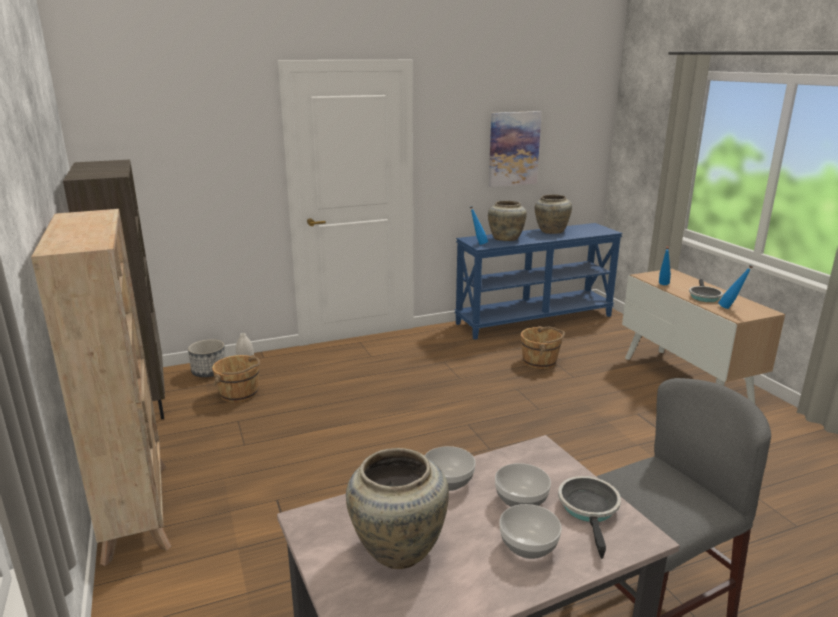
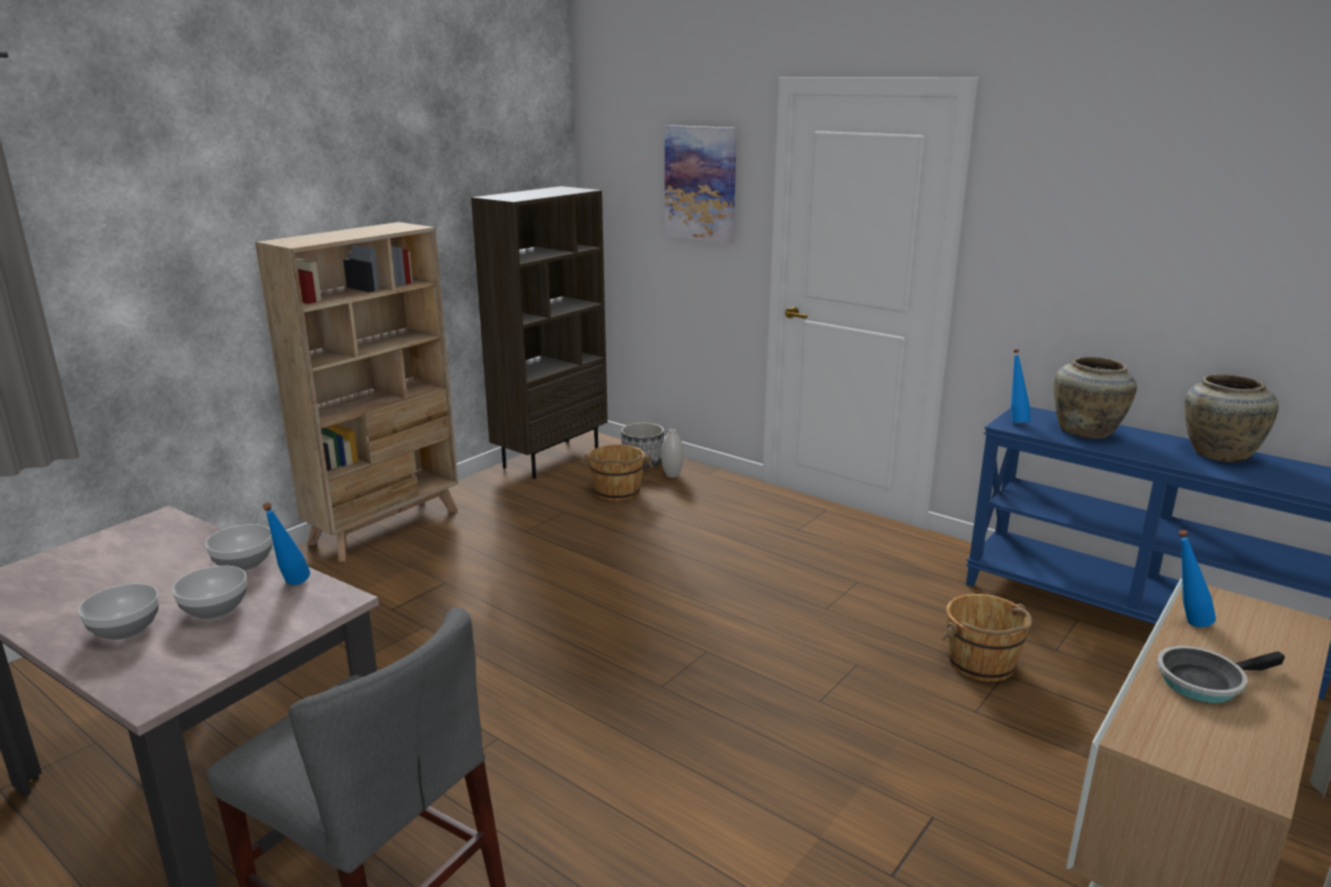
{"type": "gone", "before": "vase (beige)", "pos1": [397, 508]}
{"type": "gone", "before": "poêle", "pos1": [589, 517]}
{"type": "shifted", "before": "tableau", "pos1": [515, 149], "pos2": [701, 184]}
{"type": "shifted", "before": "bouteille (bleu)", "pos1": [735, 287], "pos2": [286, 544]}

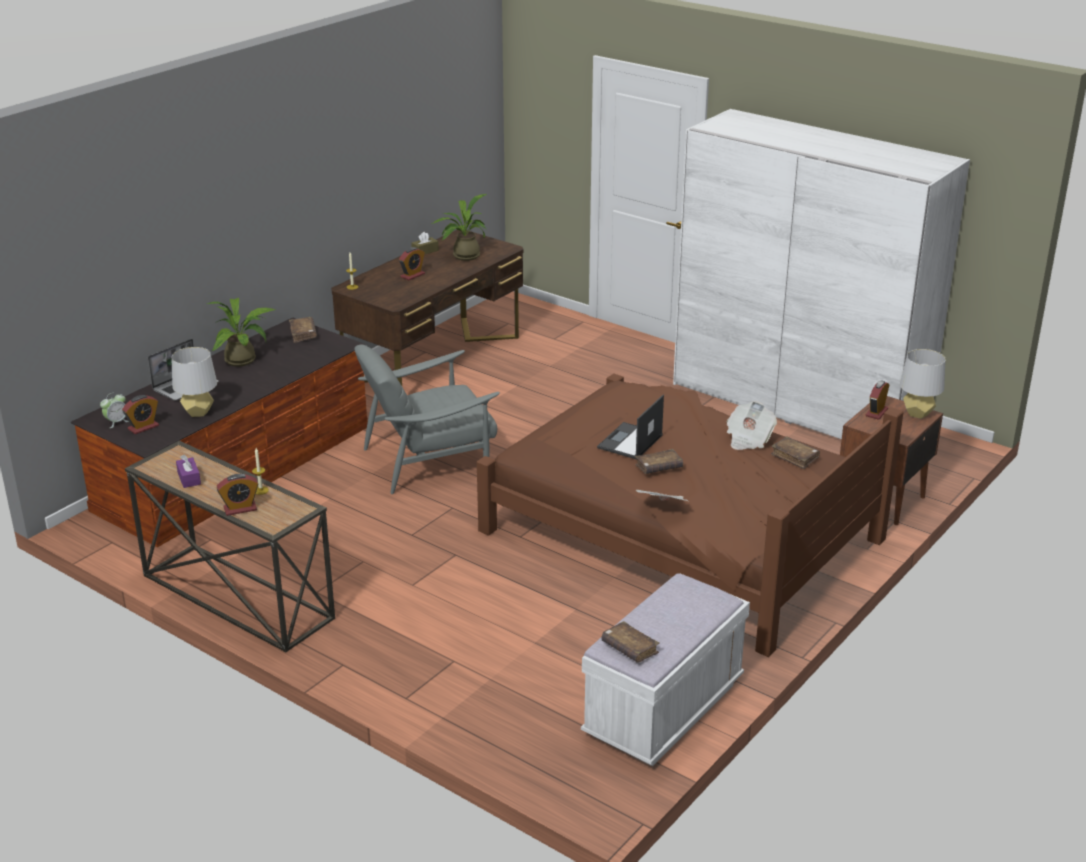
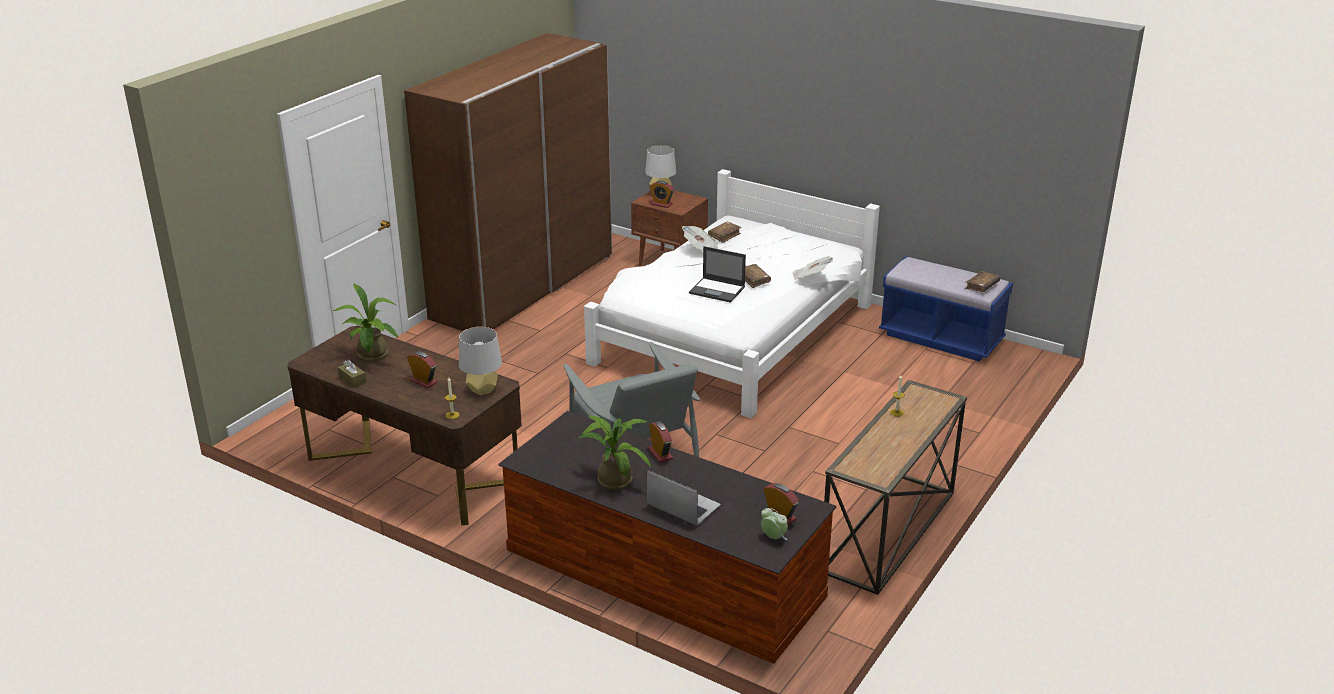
{"type": "gone", "before": "boîte à mouchoirs (violet)", "pos1": [188, 471]}
{"type": "gone", "before": "livre (marron)", "pos1": [303, 330]}
{"type": "shifted", "before": "lampe de table (gris)", "pos1": [194, 382], "pos2": [480, 361]}
{"type": "shifted", "before": "réveil", "pos1": [237, 495], "pos2": [660, 441]}
{"type": "repainted", "before": "lit (marron)", "after": "lit (blanc)", "pos1": [690, 515], "pos2": [732, 293]}
{"type": "repainted", "before": "banc (blanc)", "after": "banc (bleu)", "pos1": [665, 669], "pos2": [946, 308]}
{"type": "repainted", "before": "armoire (blanc)", "after": "armoire (marron)", "pos1": [821, 274], "pos2": [508, 182]}

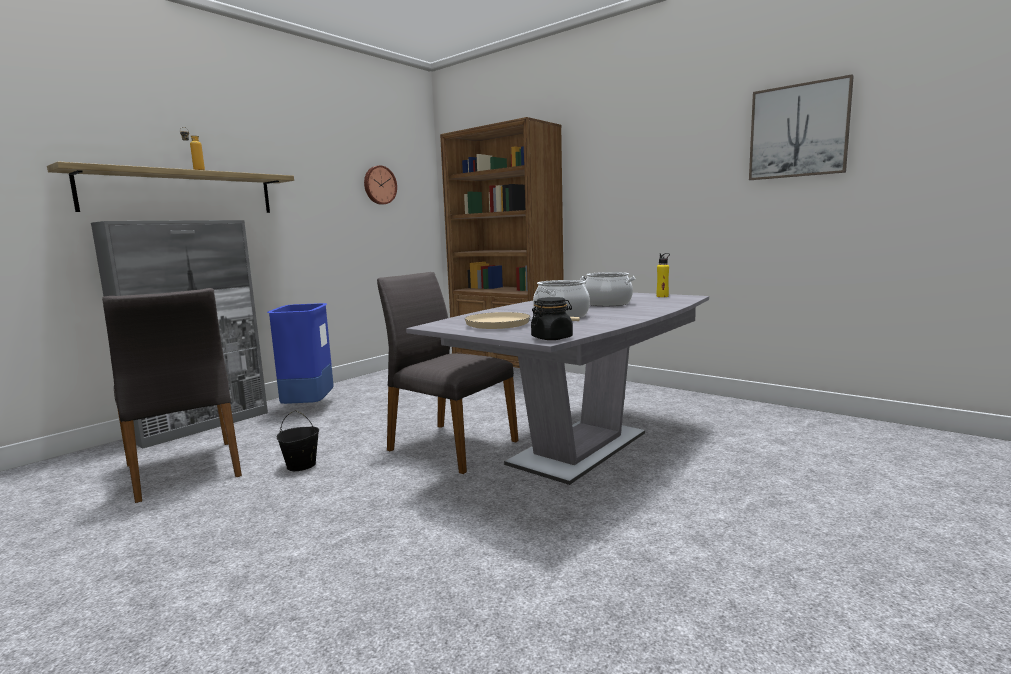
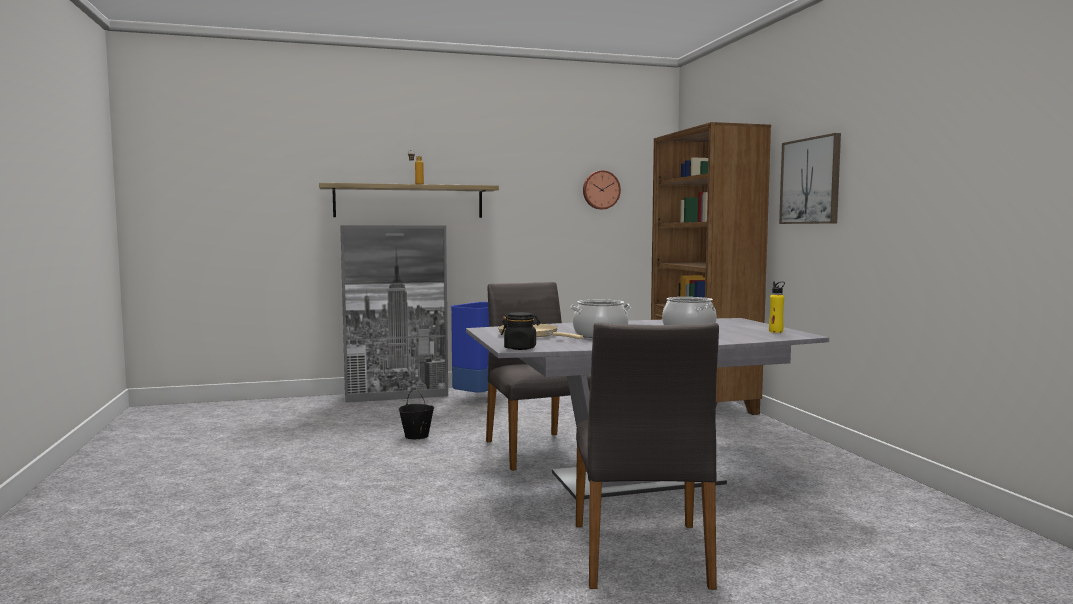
{"type": "shifted", "before": "chaise (gris)", "pos1": [172, 395], "pos2": [647, 456]}
{"type": "shifted", "before": "tableau", "pos1": [801, 127], "pos2": [810, 178]}

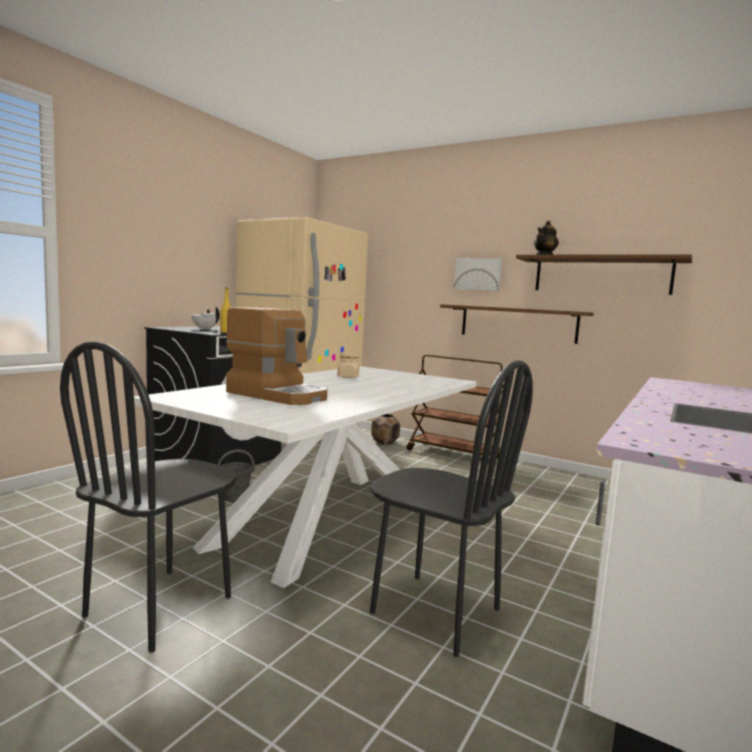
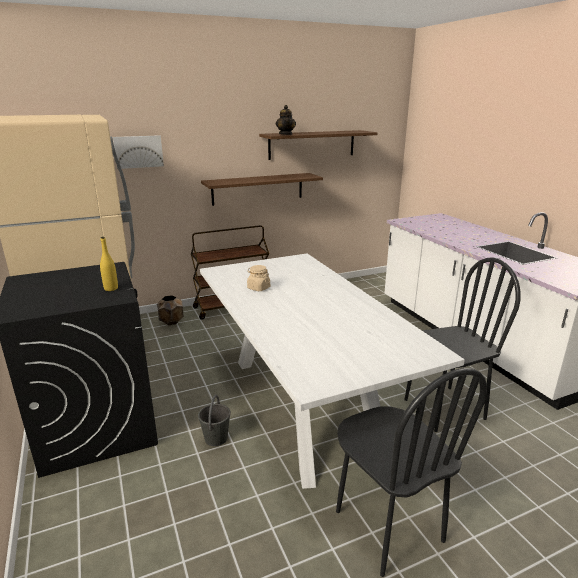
{"type": "gone", "before": "théière (blanc)", "pos1": [205, 318]}
{"type": "gone", "before": "machine à café", "pos1": [276, 356]}
{"type": "shifted", "before": "tableau", "pos1": [478, 274], "pos2": [138, 152]}

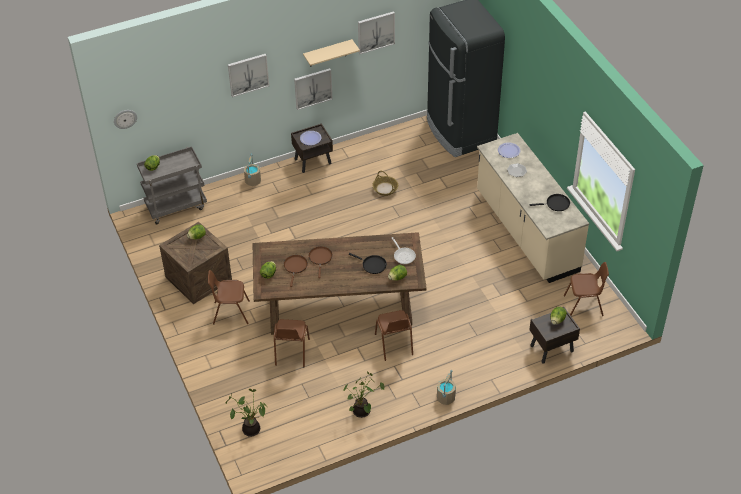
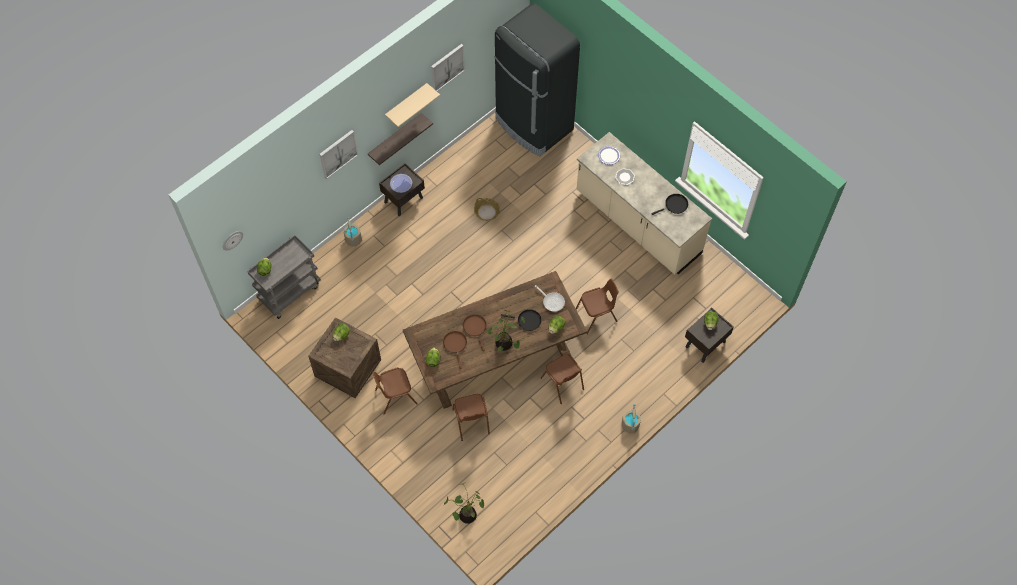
{"type": "shifted", "before": "plante en pot", "pos1": [363, 395], "pos2": [506, 330]}
{"type": "shifted", "before": "chaise (marron)", "pos1": [586, 289], "pos2": [597, 306]}
{"type": "swapped", "before": "tableau", "after": "étagère", "pos1": [313, 89], "pos2": [400, 139]}

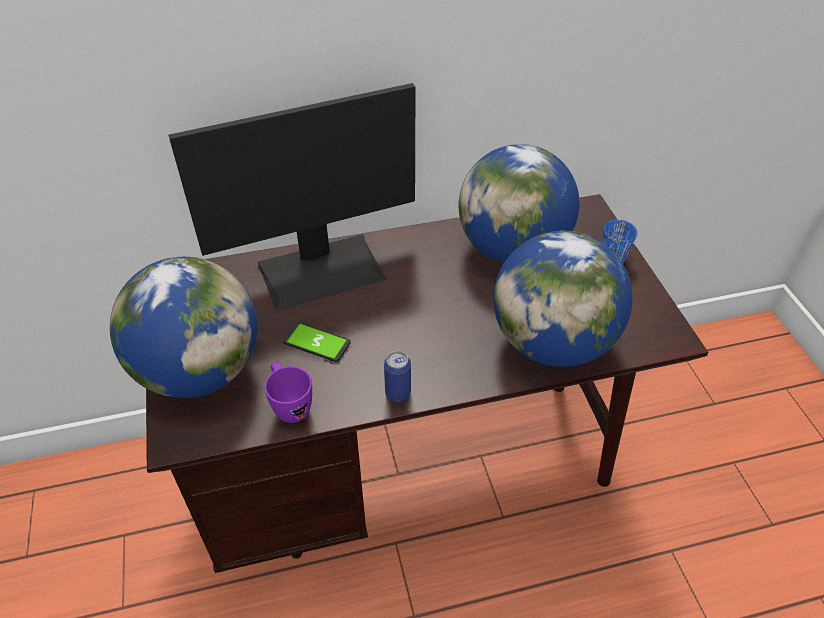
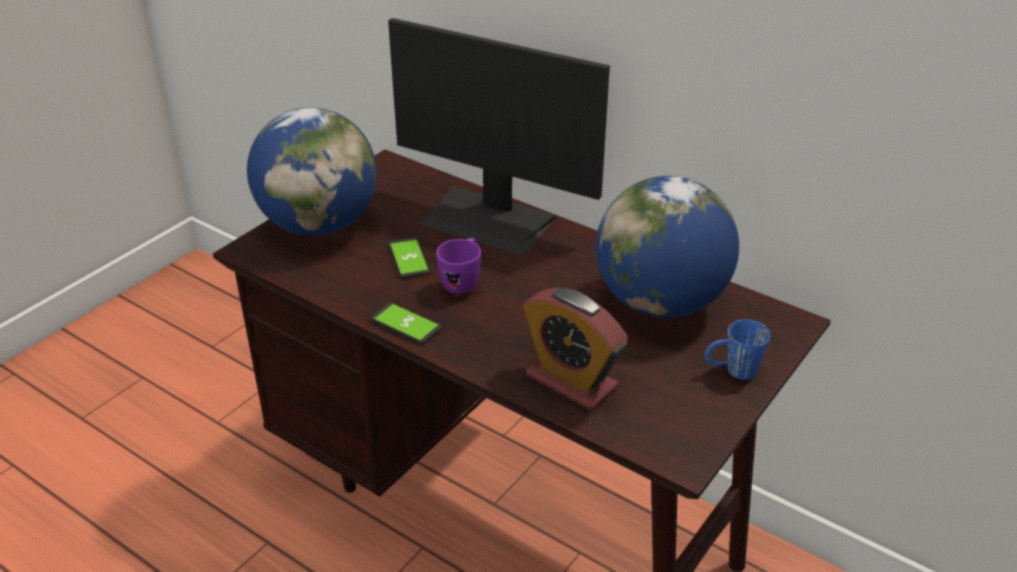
{"type": "shifted", "before": "mug (violet)", "pos1": [288, 392], "pos2": [458, 266]}
{"type": "swapped", "before": "boîte métallique", "after": "téléphone", "pos1": [397, 376], "pos2": [406, 323]}
{"type": "swapped", "before": "globe", "after": "réveil", "pos1": [563, 299], "pos2": [575, 349]}

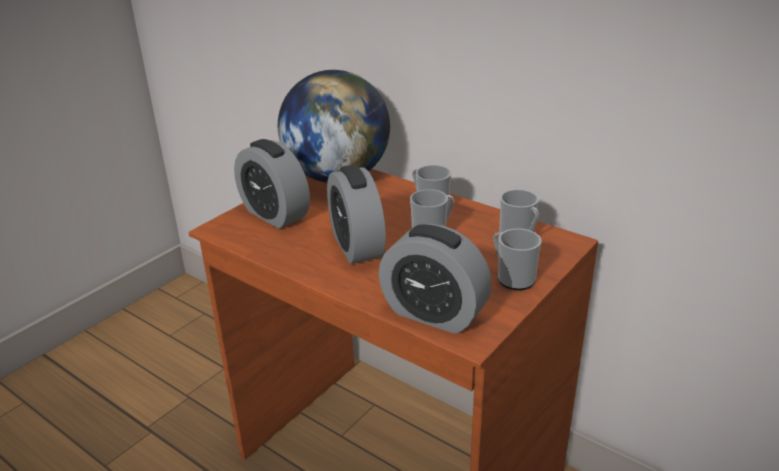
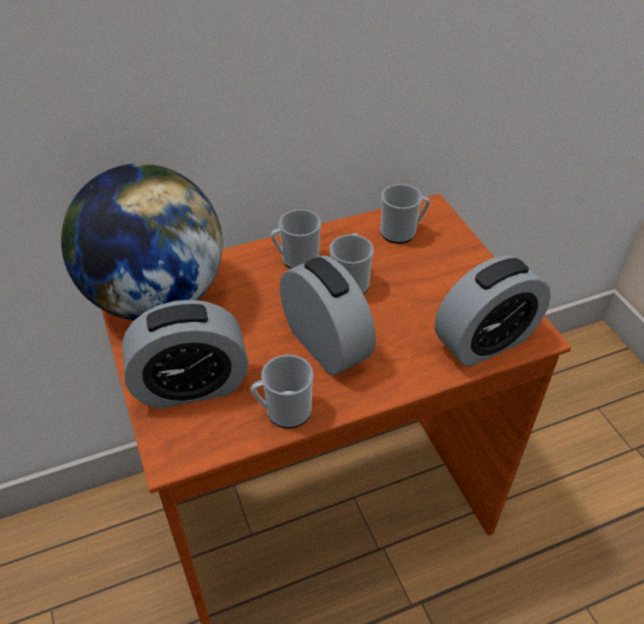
{"type": "shifted", "before": "mug", "pos1": [517, 259], "pos2": [282, 391]}
{"type": "rotated", "before": "réveil", "pos1": [356, 214], "pos2": [328, 315], "turn": -135}

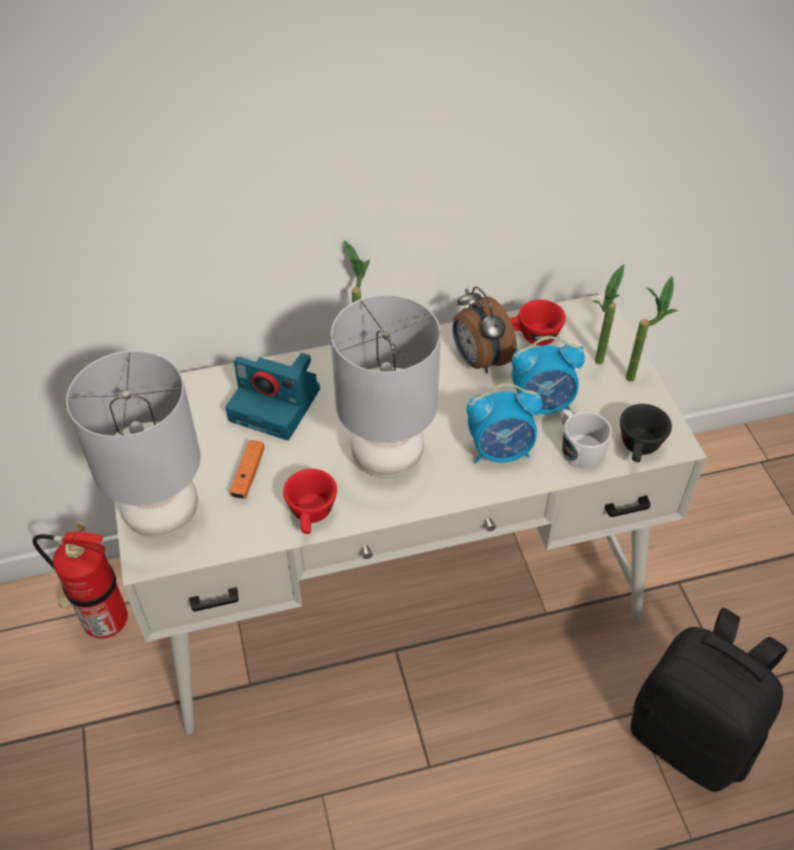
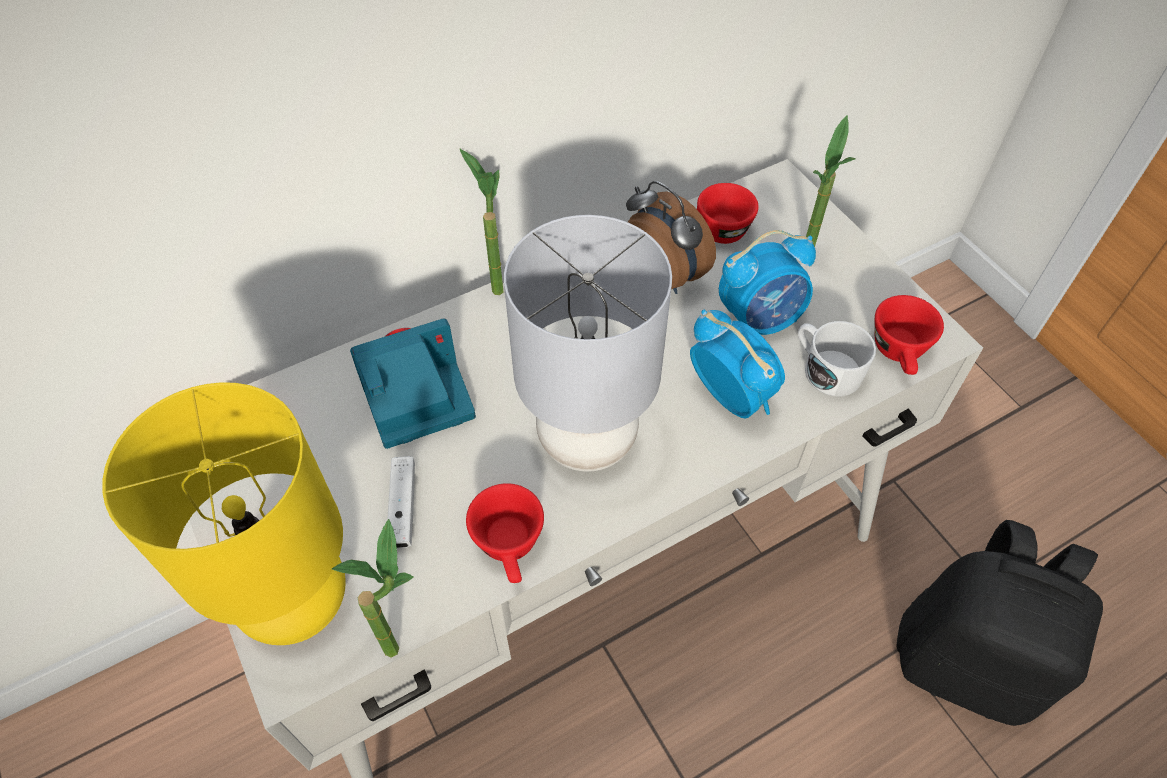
{"type": "gone", "before": "extincteur", "pos1": [80, 581]}
{"type": "shifted", "before": "plante en pot", "pos1": [652, 329], "pos2": [373, 588]}
{"type": "repainted", "before": "lampe de table (gris)", "after": "lampe de table (jaune)", "pos1": [133, 444], "pos2": [224, 513]}
{"type": "repainted", "before": "manette (orange)", "after": "manette (blanc)", "pos1": [247, 469], "pos2": [401, 502]}
{"type": "repainted", "before": "tasse (noir)", "after": "tasse (rouge)", "pos1": [646, 433], "pos2": [909, 335]}
{"type": "rotated", "before": "appareil photo", "pos1": [272, 396], "pos2": [413, 384], "turn": 150}
{"type": "rotated", "before": "réveil", "pos1": [505, 423], "pos2": [737, 364], "turn": -105}

